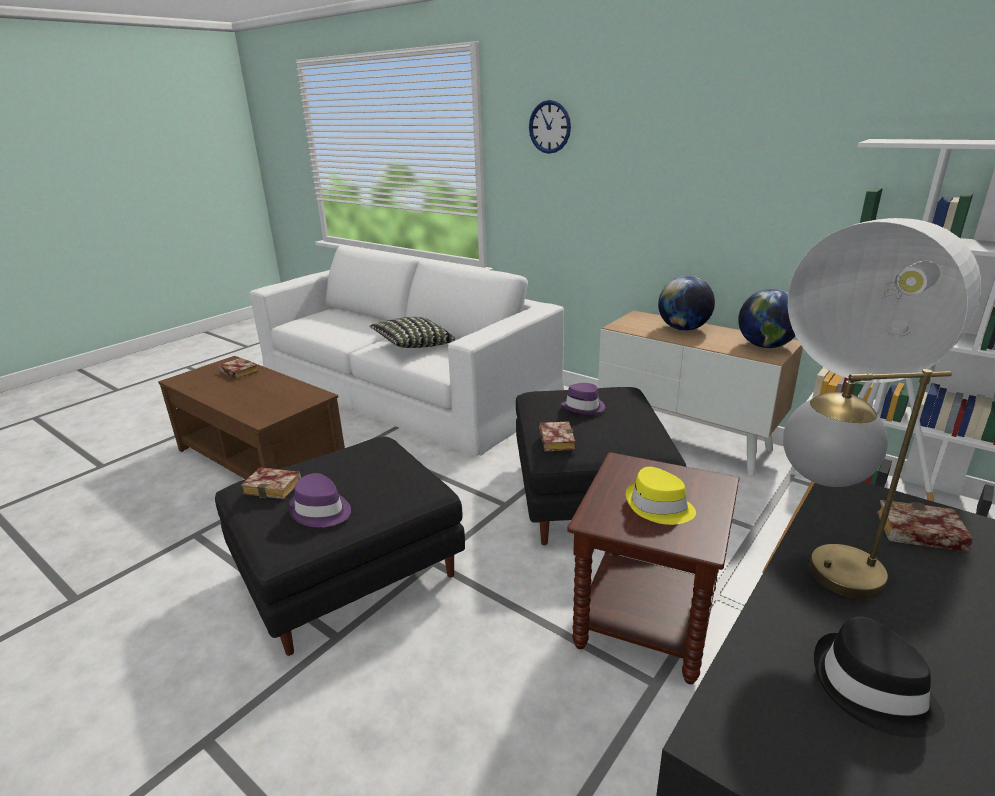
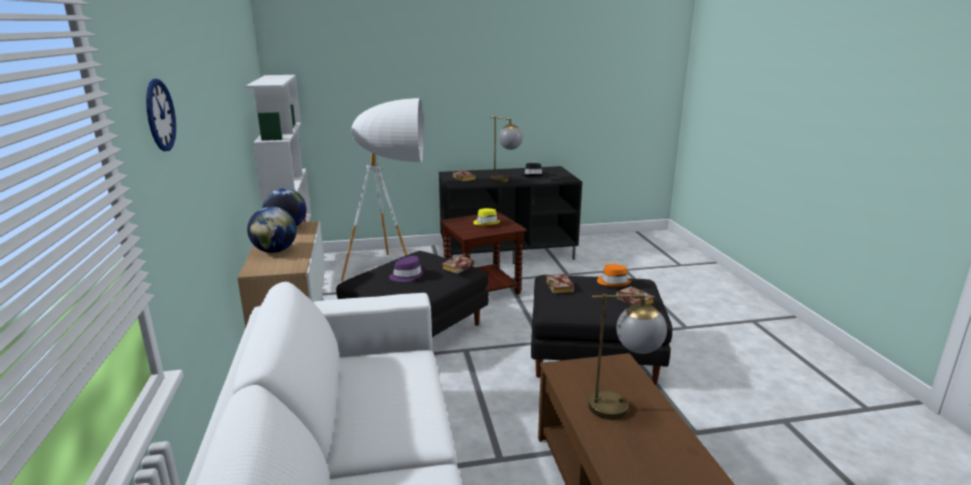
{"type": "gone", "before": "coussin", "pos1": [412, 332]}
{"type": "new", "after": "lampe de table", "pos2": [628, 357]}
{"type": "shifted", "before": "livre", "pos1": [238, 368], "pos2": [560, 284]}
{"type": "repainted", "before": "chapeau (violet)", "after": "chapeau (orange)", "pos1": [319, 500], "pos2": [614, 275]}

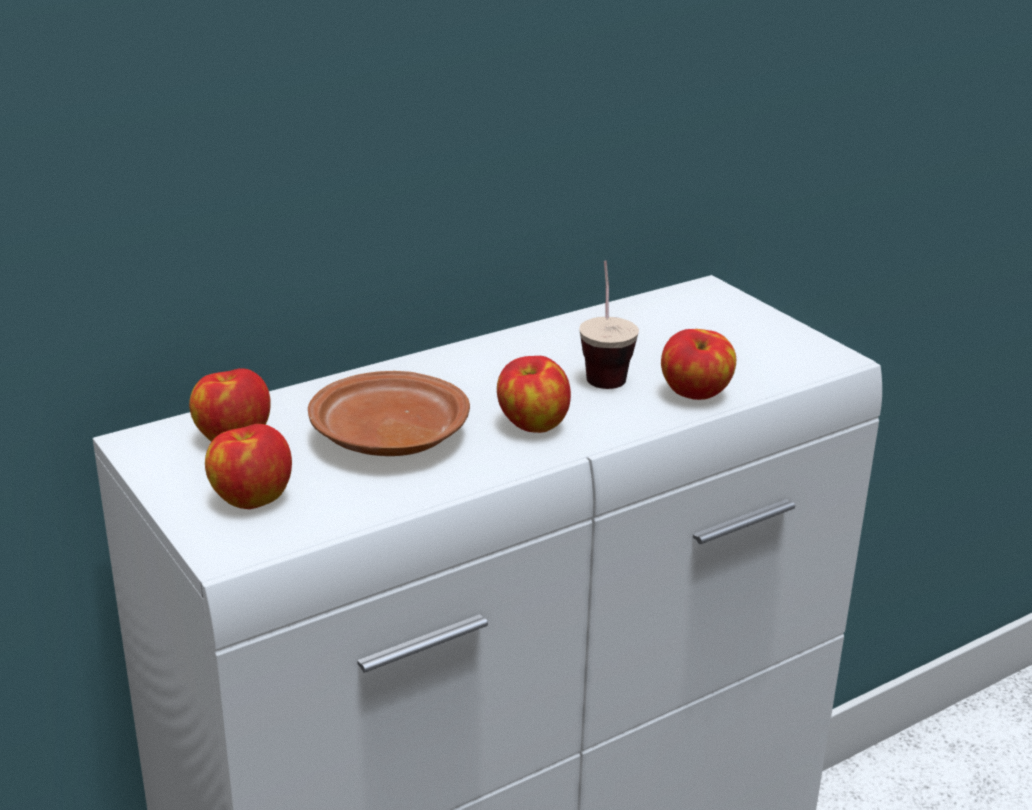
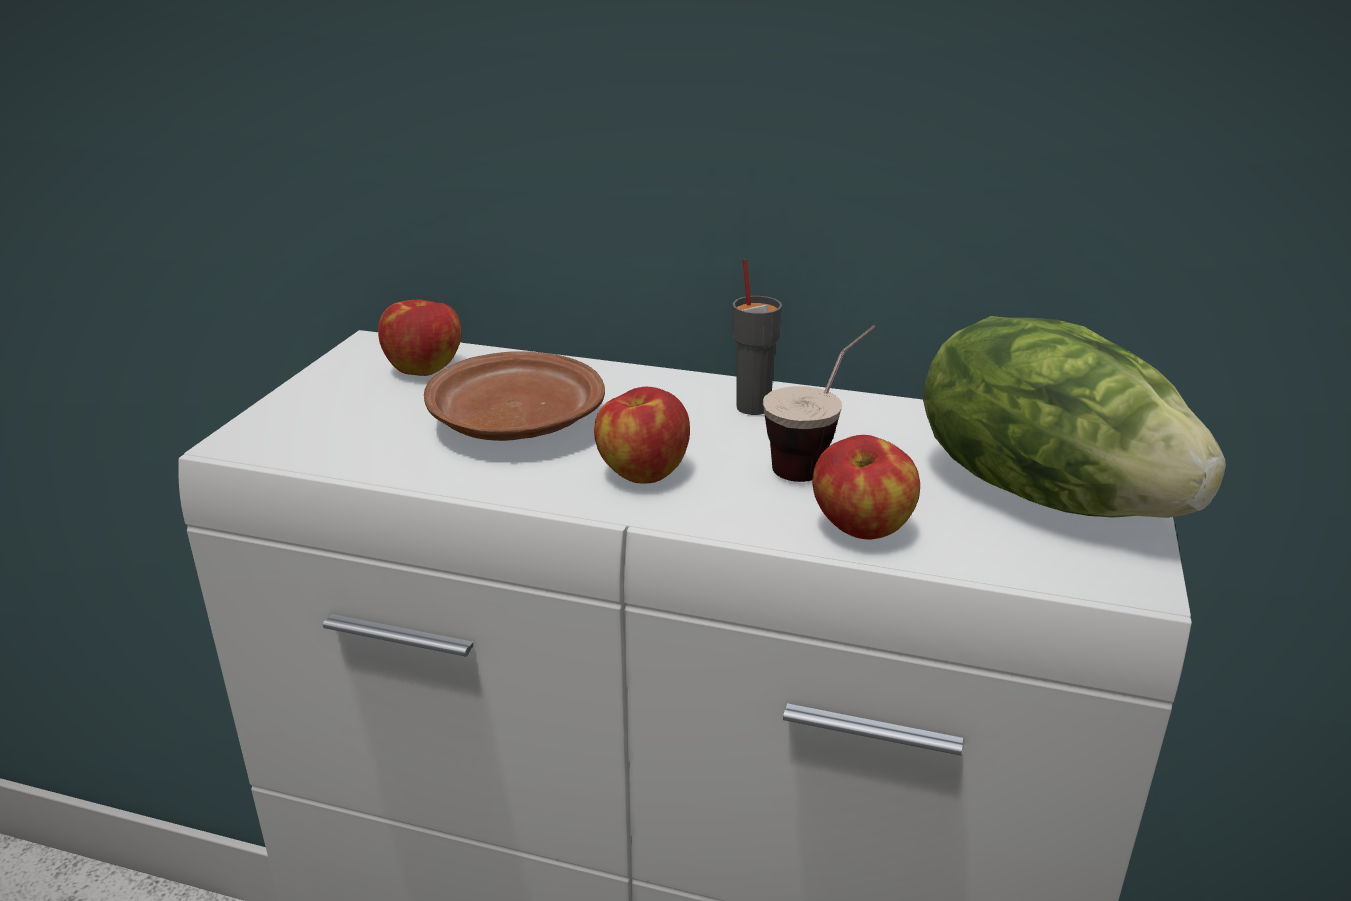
{"type": "gone", "before": "pomme", "pos1": [248, 466]}
{"type": "new", "after": "tasse (gris)", "pos2": [757, 337]}
{"type": "new", "after": "laitue", "pos2": [1074, 417]}

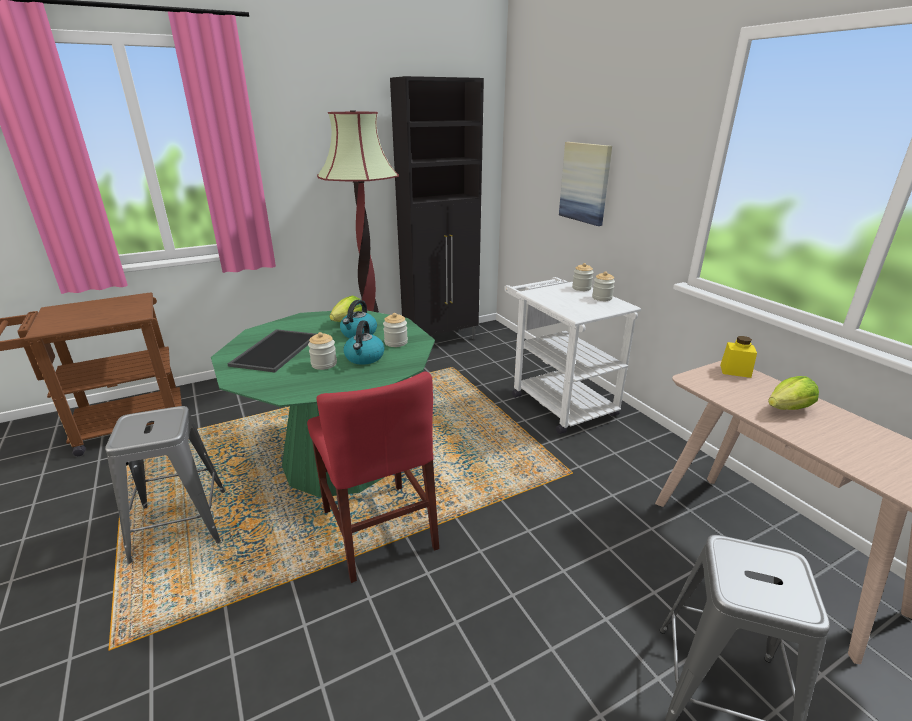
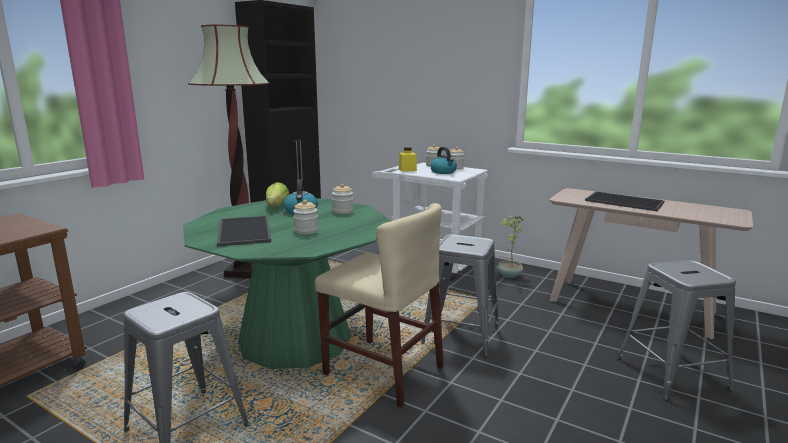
{"type": "gone", "before": "tableau", "pos1": [585, 184]}
{"type": "new", "after": "tabouret (gris)", "pos2": [460, 295]}
{"type": "new", "after": "plante en pot", "pos2": [510, 247]}
{"type": "shifted", "before": "bouilloire", "pos1": [364, 343], "pos2": [443, 160]}
{"type": "shifted", "before": "bocal (jaune)", "pos1": [738, 357], "pos2": [408, 159]}
{"type": "swapped", "before": "laitue", "after": "plateau", "pos1": [793, 393], "pos2": [624, 201]}
{"type": "repainted", "before": "chaise (rouge)", "after": "chaise (beige)", "pos1": [373, 477], "pos2": [379, 305]}

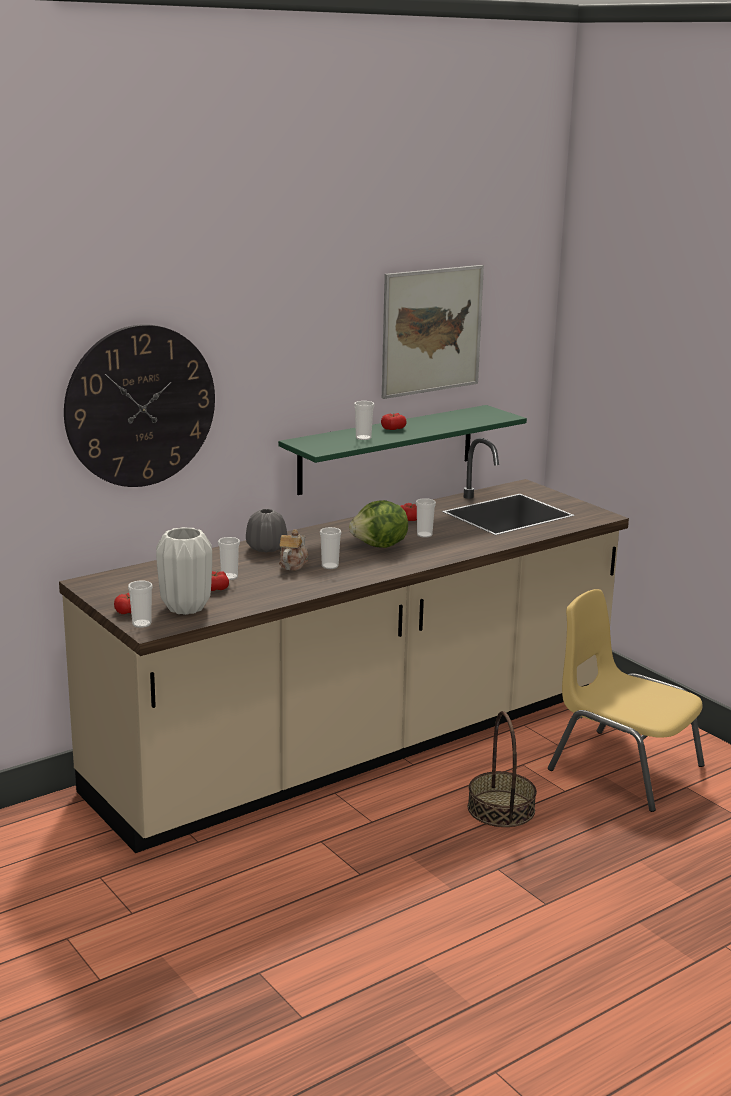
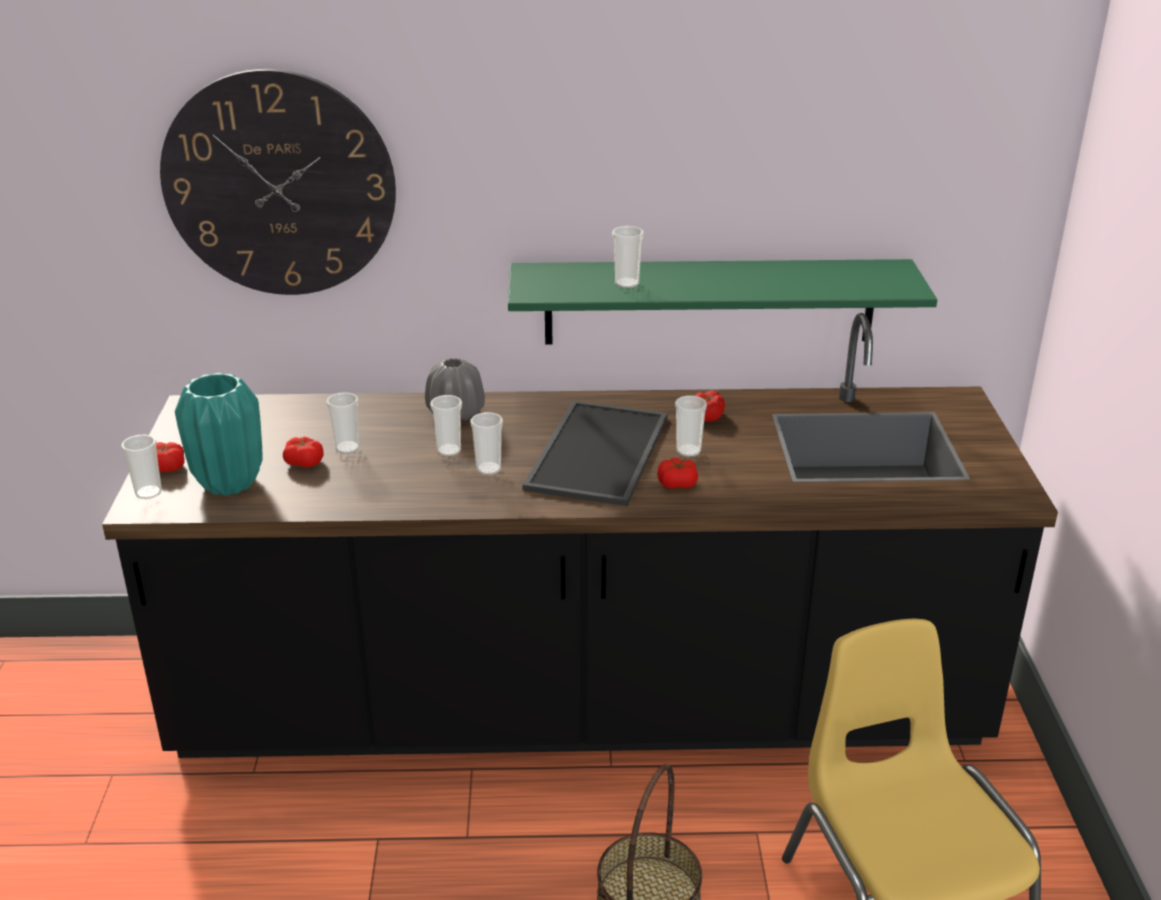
{"type": "gone", "before": "tableau", "pos1": [433, 332]}
{"type": "shifted", "before": "tomate", "pos1": [394, 421], "pos2": [677, 473]}
{"type": "swapped", "before": "théière", "after": "tasse", "pos1": [293, 550], "pos2": [446, 425]}
{"type": "swapped", "before": "laitue", "after": "plateau", "pos1": [378, 524], "pos2": [595, 453]}
{"type": "repainted", "before": "comptoir de cuisine (beige)", "after": "comptoir de cuisine (noir)", "pos1": [344, 645], "pos2": [580, 535]}
{"type": "repainted", "before": "vase (blanc)", "after": "vase (turquoise)", "pos1": [184, 571], "pos2": [219, 434]}

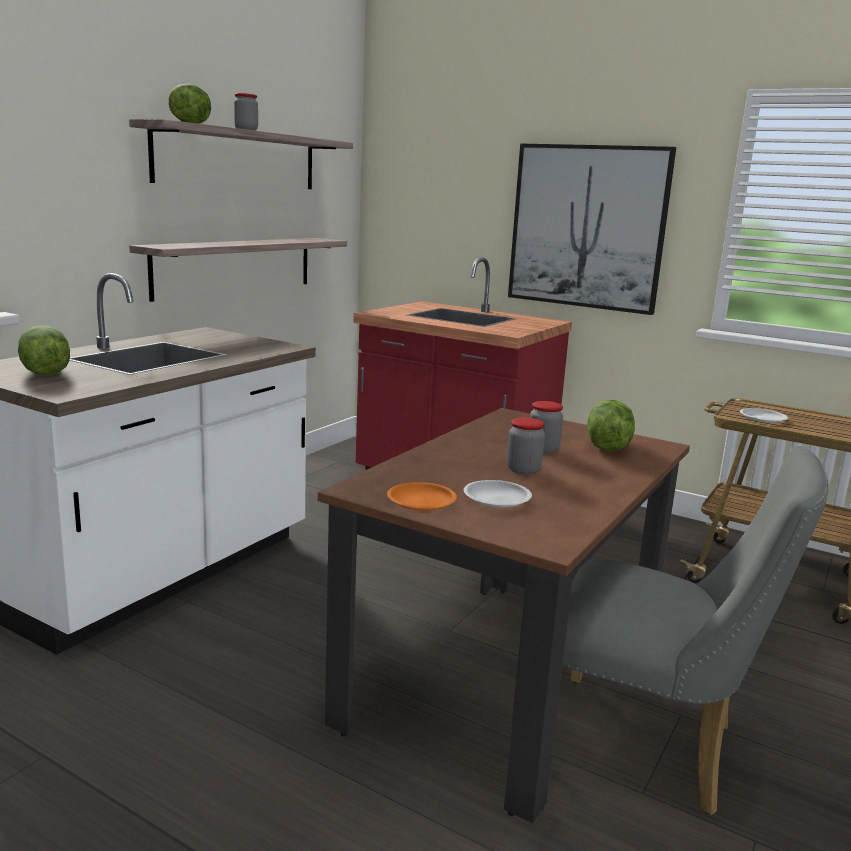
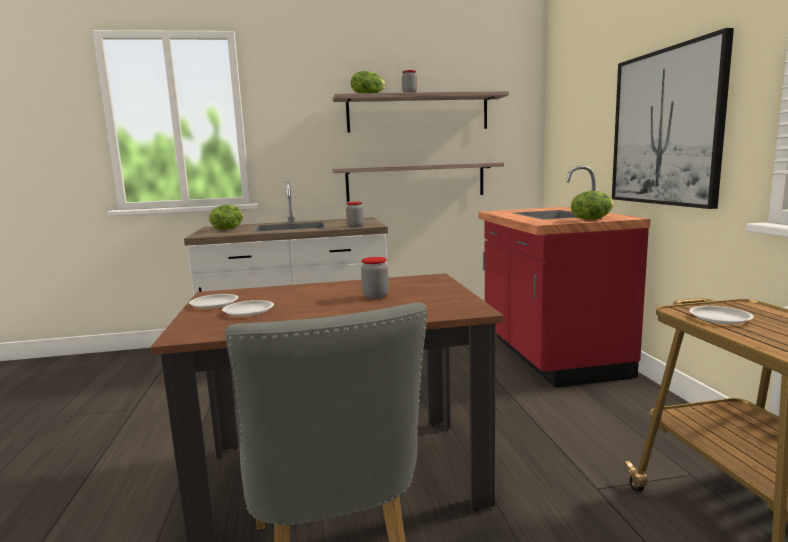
{"type": "shifted", "before": "bocal", "pos1": [526, 446], "pos2": [355, 214]}
{"type": "shifted", "before": "laitue", "pos1": [611, 425], "pos2": [592, 205]}
{"type": "repainted", "before": "assiette (orange)", "after": "assiette (blanc)", "pos1": [422, 496], "pos2": [214, 301]}

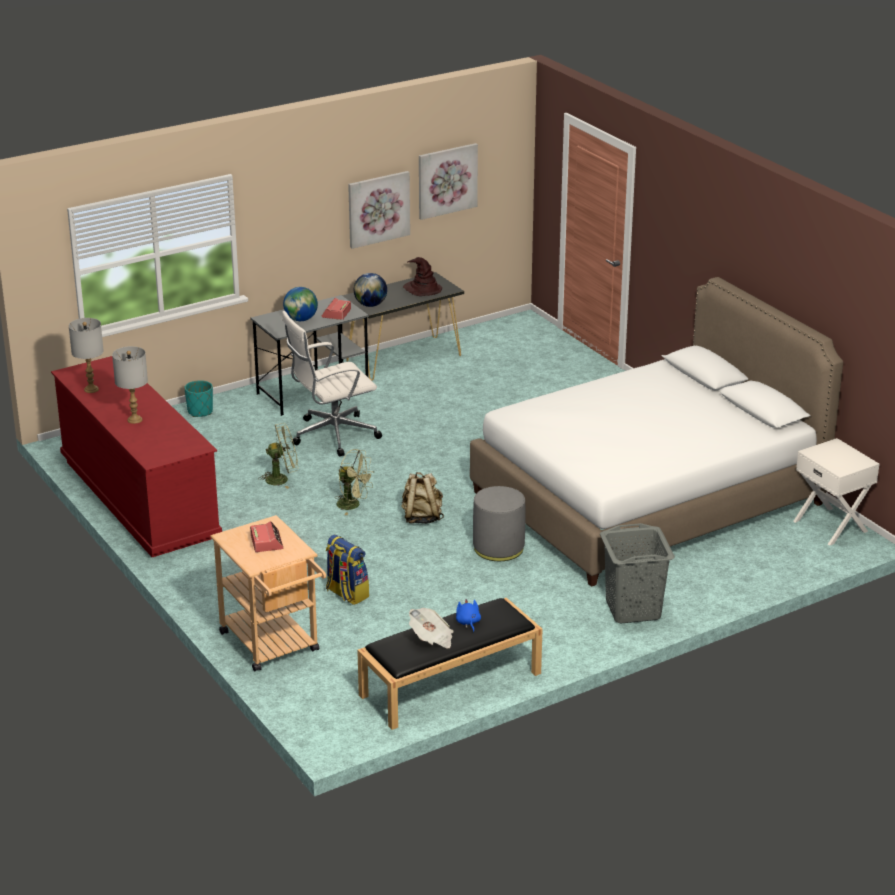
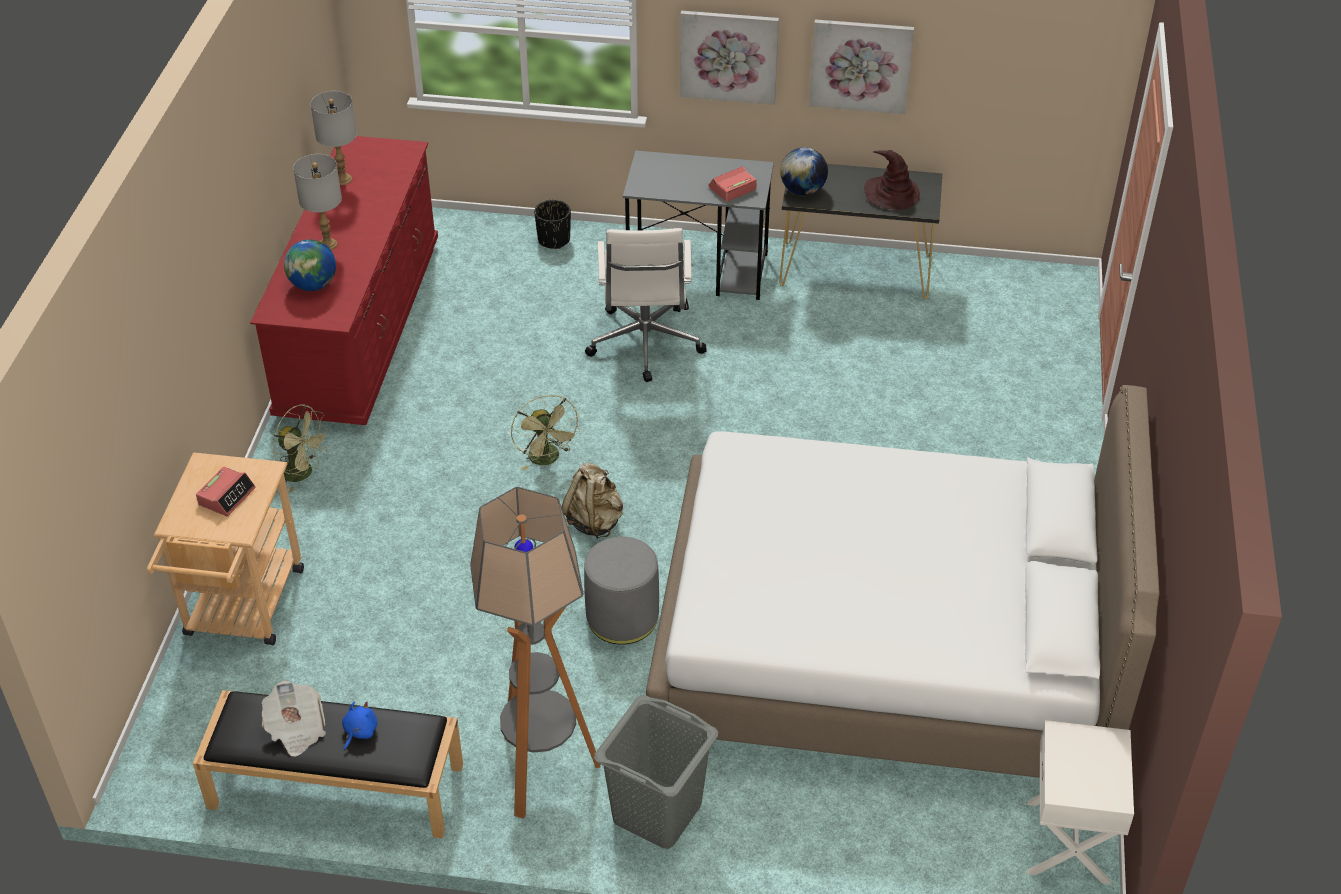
{"type": "gone", "before": "sac à dos", "pos1": [347, 570]}
{"type": "new", "after": "lampadaire", "pos2": [535, 653]}
{"type": "shifted", "before": "ventilateur (vert)", "pos1": [278, 456], "pos2": [301, 448]}
{"type": "shifted", "before": "globe", "pos1": [300, 304], "pos2": [310, 265]}
{"type": "shifted", "before": "tableau", "pos1": [448, 181], "pos2": [729, 58]}
{"type": "repainted", "before": "cache-pot (turquoise)", "after": "cache-pot (noir)", "pos1": [198, 398], "pos2": [552, 224]}
{"type": "rotated", "before": "chaise de bureau (blanc)", "pos1": [332, 384], "pos2": [646, 305], "turn": -105}

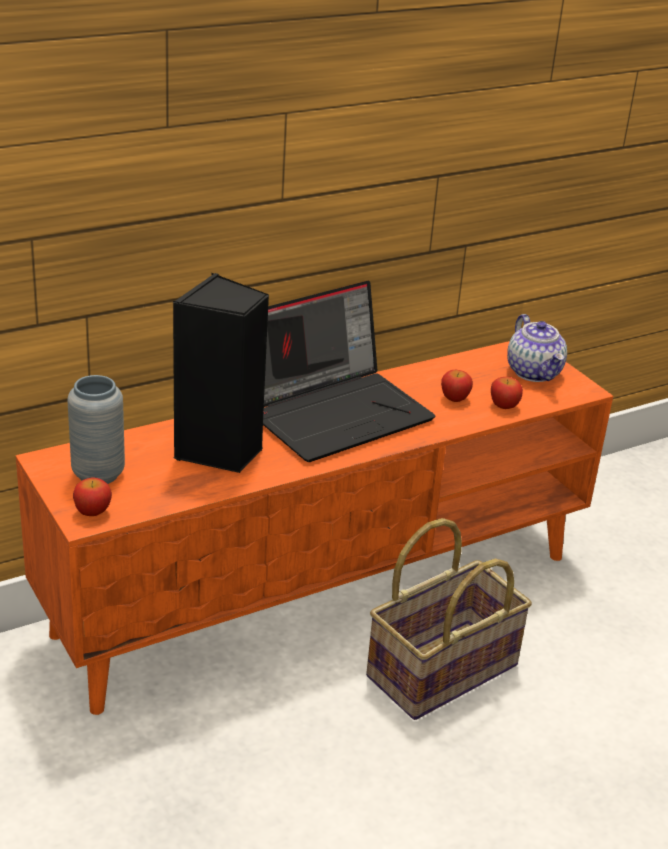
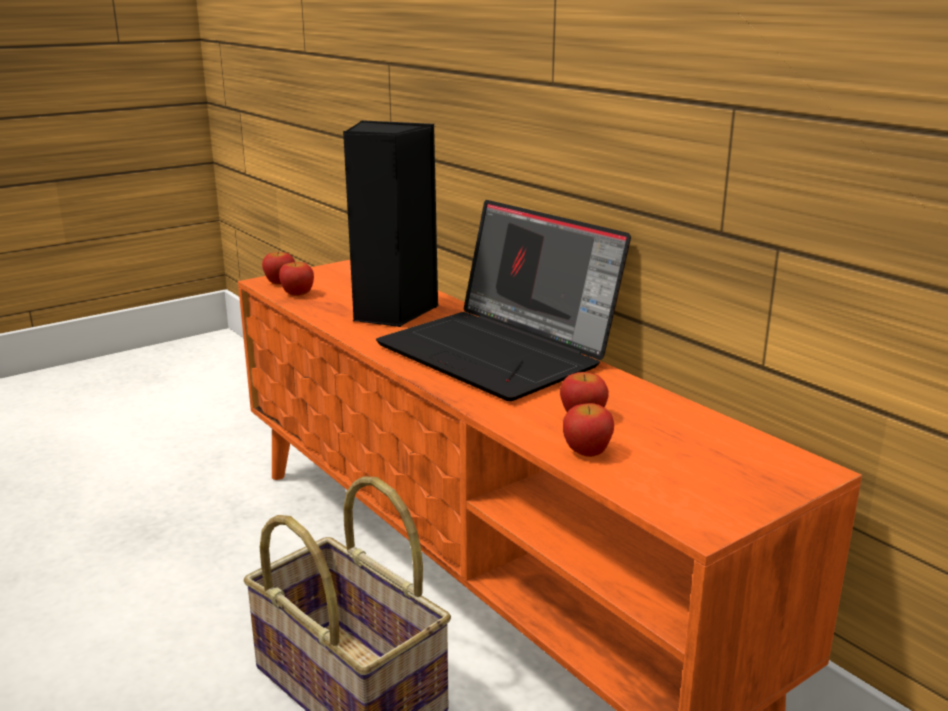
{"type": "gone", "before": "vase (gris)", "pos1": [96, 429]}
{"type": "gone", "before": "théière", "pos1": [537, 348]}
{"type": "new", "after": "pomme", "pos2": [296, 279]}

